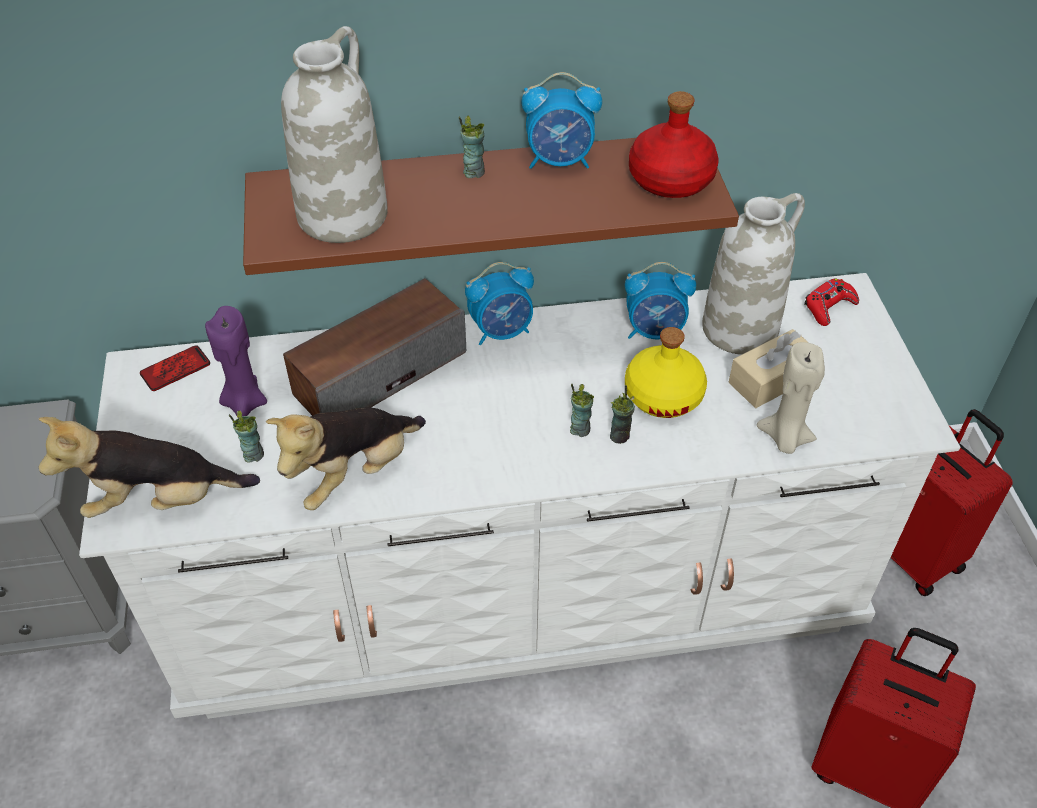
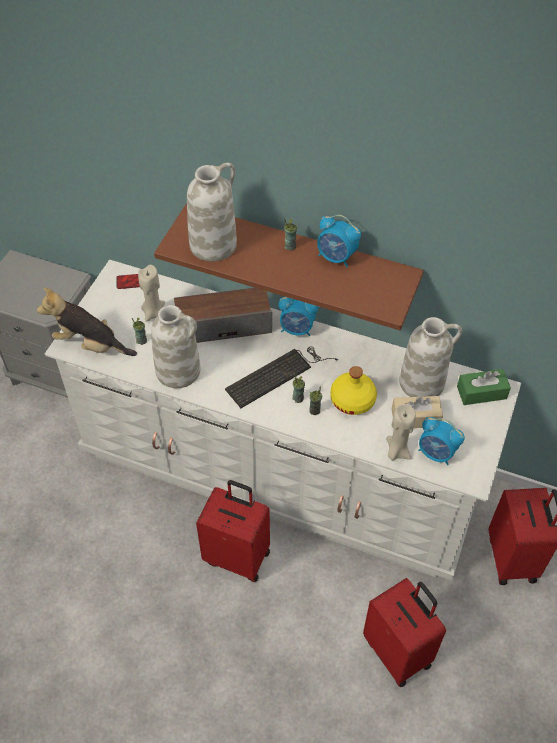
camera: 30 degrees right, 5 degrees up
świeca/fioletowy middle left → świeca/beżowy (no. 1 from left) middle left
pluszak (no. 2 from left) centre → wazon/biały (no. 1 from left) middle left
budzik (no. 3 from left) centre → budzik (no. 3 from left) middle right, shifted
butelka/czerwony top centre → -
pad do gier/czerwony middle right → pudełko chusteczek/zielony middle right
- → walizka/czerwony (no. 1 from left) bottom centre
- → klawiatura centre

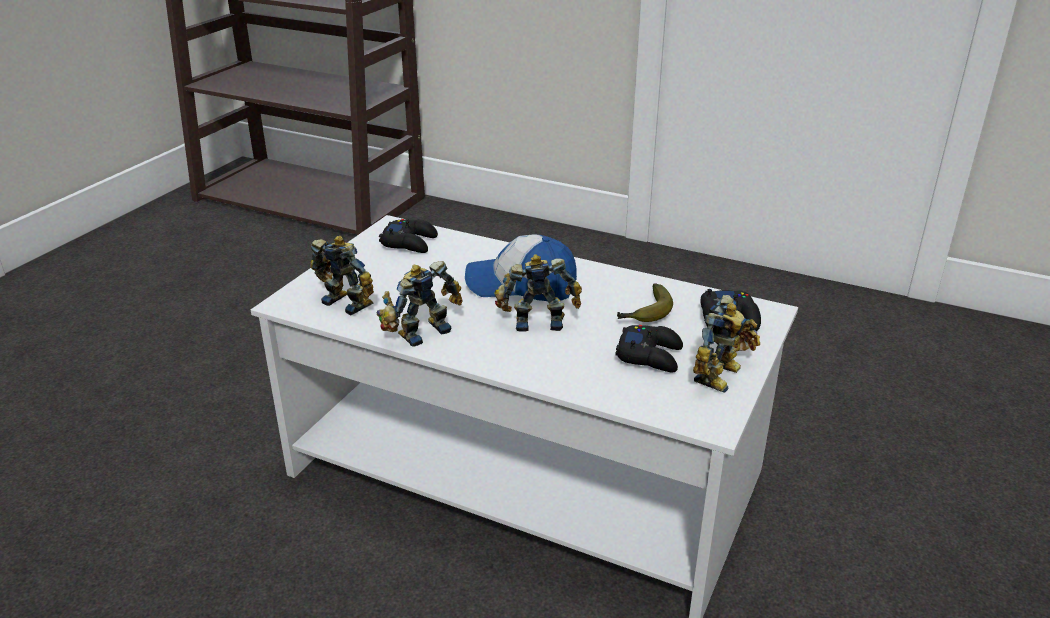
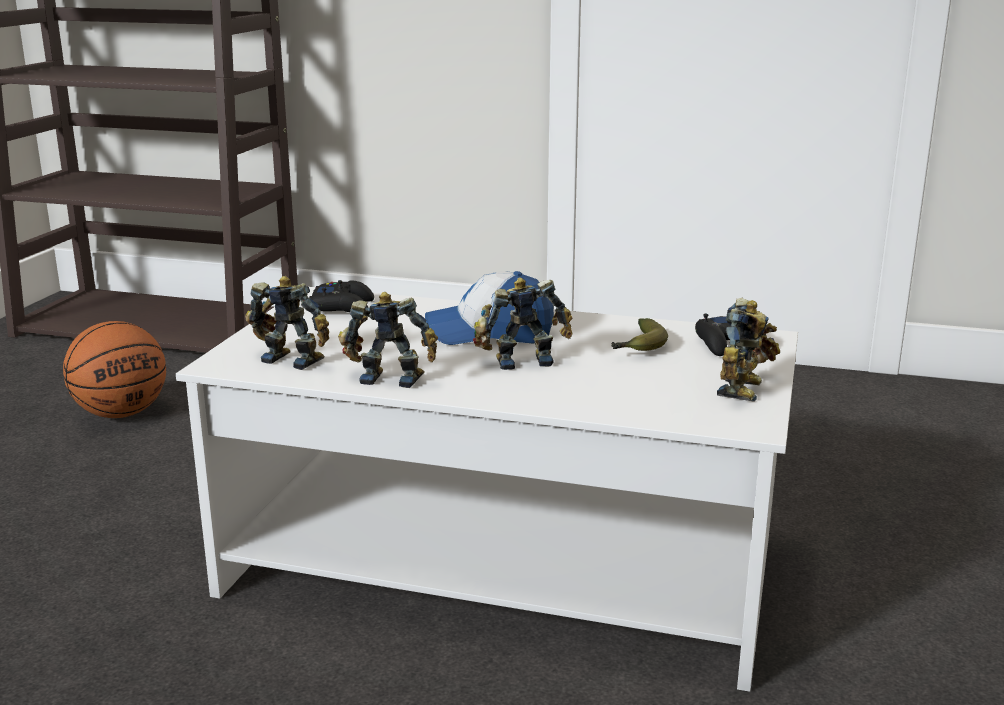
camera: 10 degrees left, 10 degrees down
robot zabawkowy (no. 2 from left) centre, 60 degrees clockwise
pad do gier/czarny (no. 2 from left) centre → -
- → piłka do koszykówki middle left

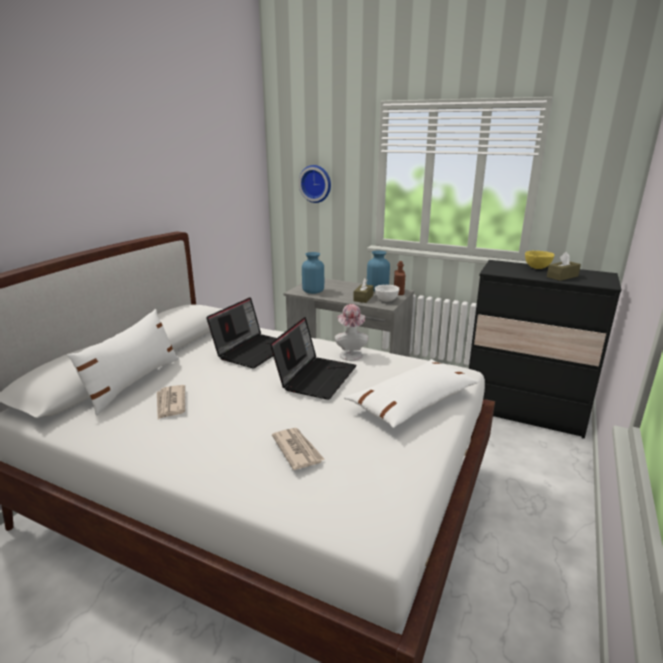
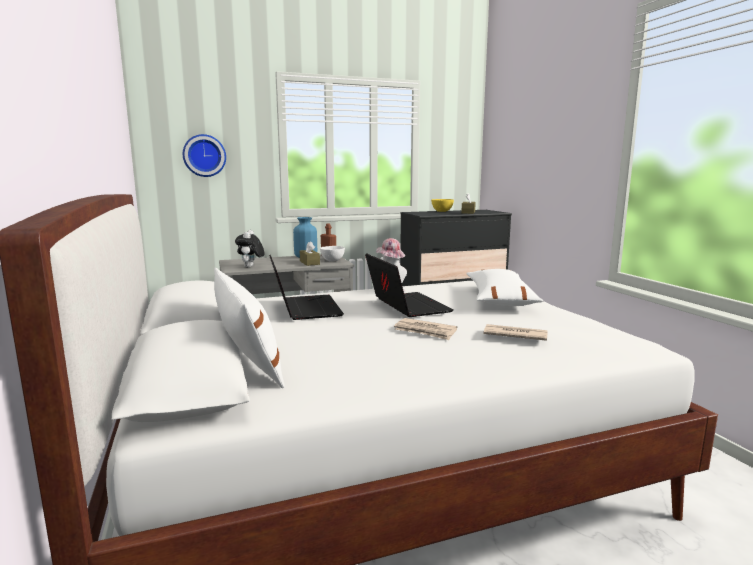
camera: 45 degrees left, 10 degrees down
gazeta (no. 1 from left) middle left → gazeta (no. 1 from left) centre, shifted
wazon/niebieski (no. 1 from left) centre → pluszak middle left

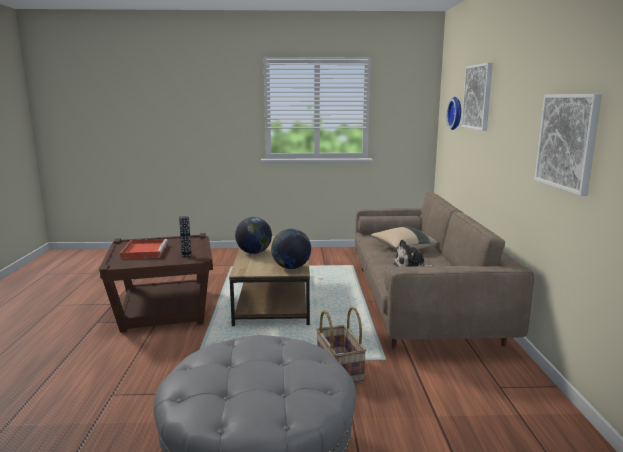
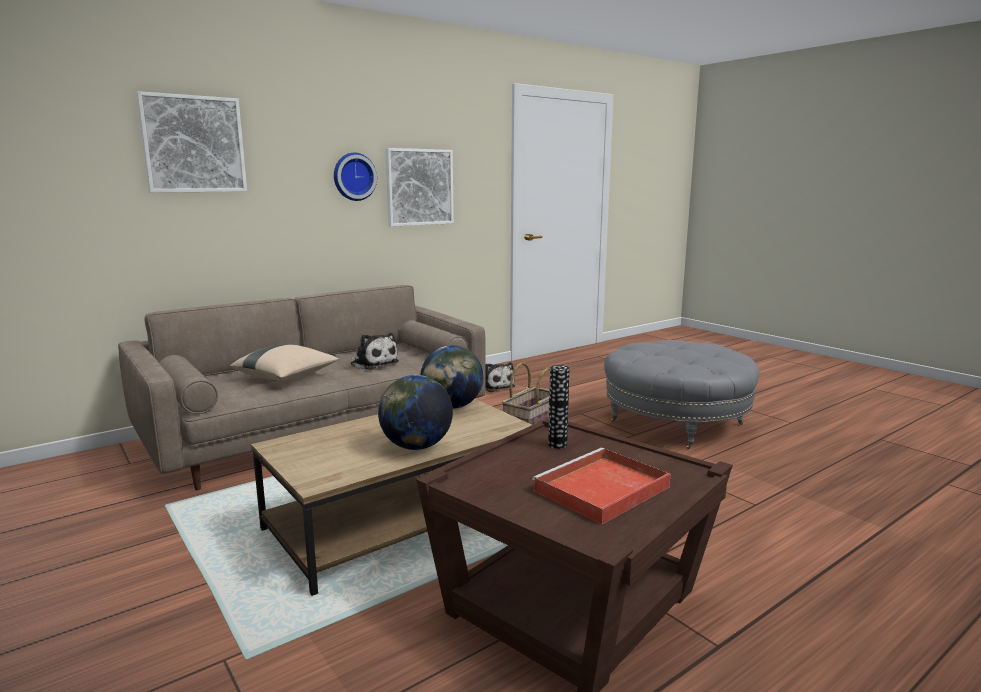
camera: 125 degrees left, 0 degrees up
zegar ścienny top right → zegar ścienny top centre, shifted
- → pluszak (no. 2 from left) centre

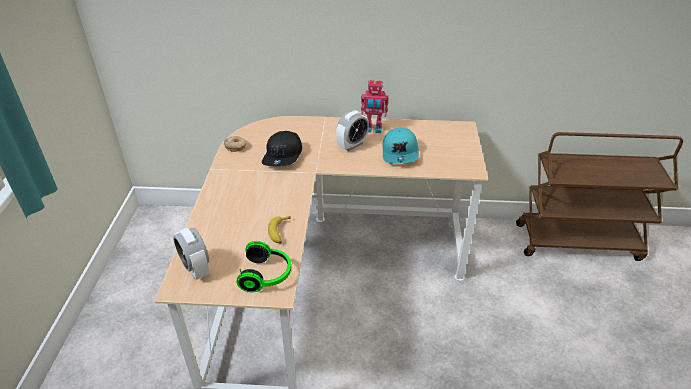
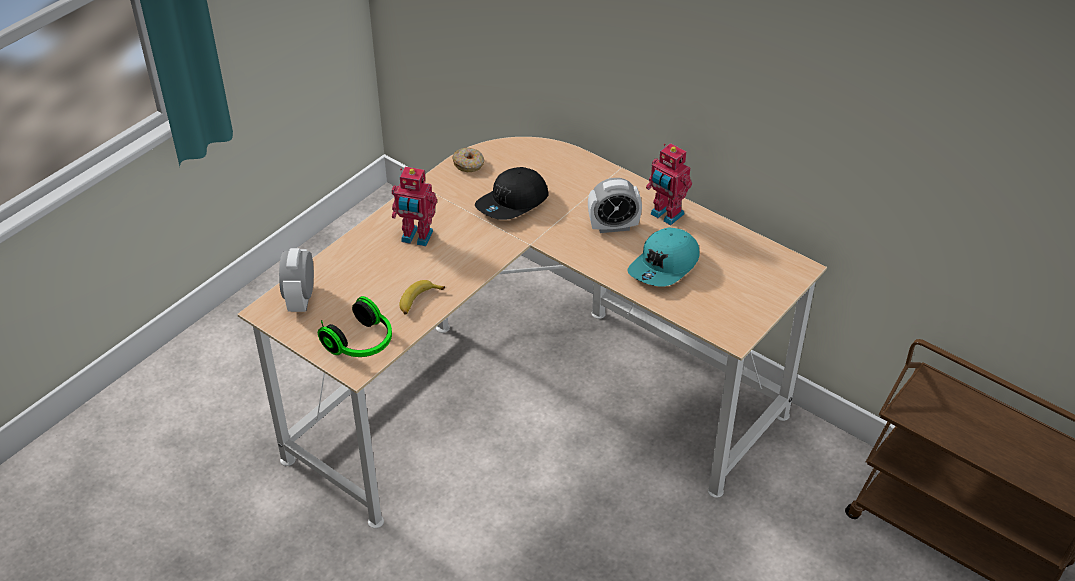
camera: 35 degrees right, 5 degrees up
- → robot zabawkowy (no. 1 from left) centre

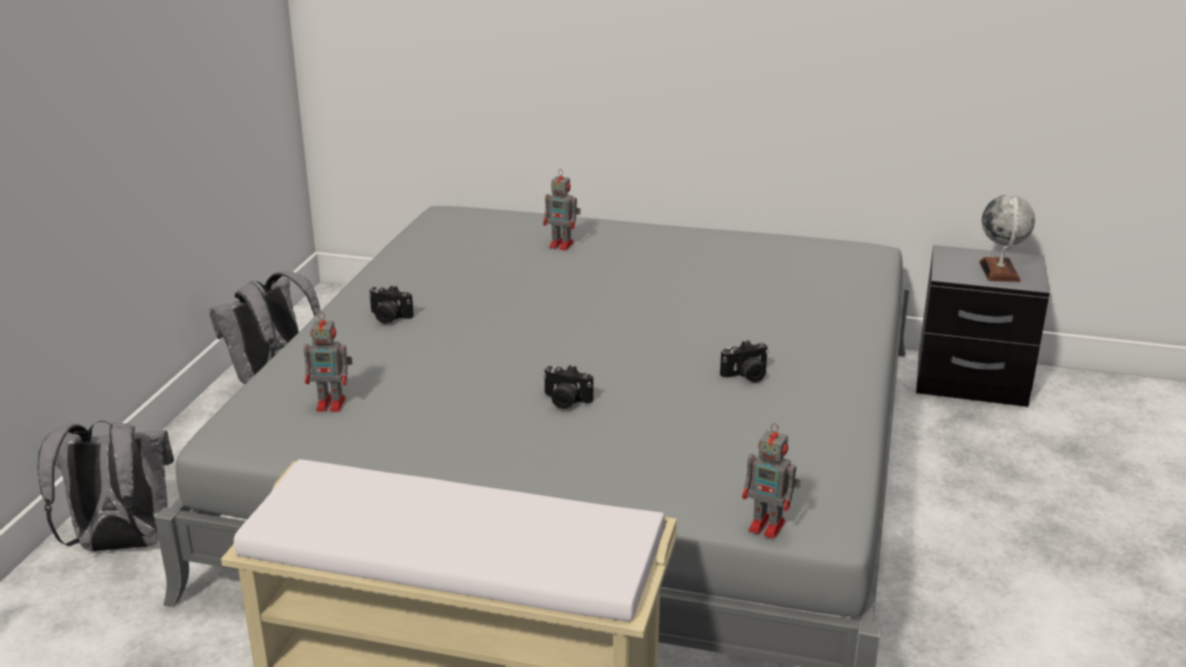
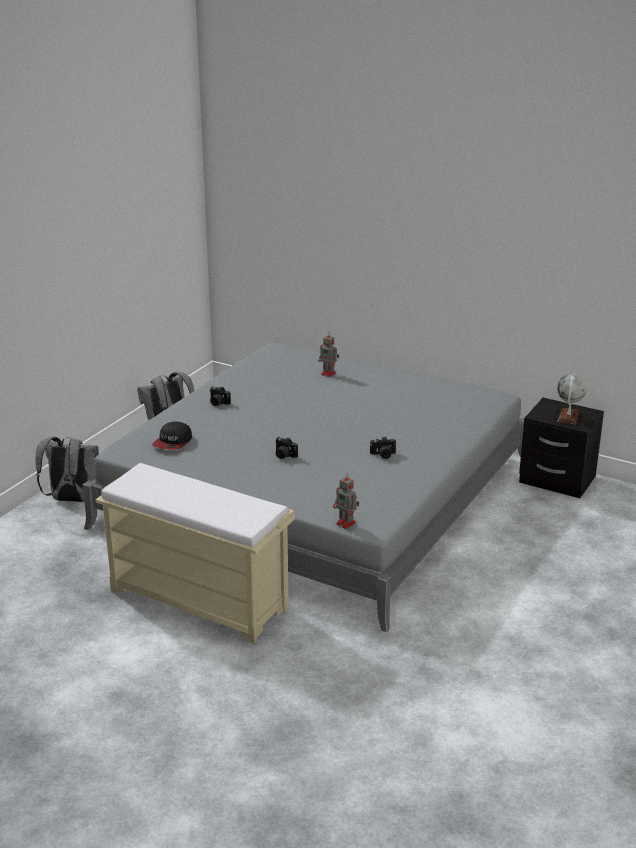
camera: 15 degrees right, 0 degrees up
robot zabawkowy (no. 1 from left) middle left → czapka z daszkiem middle left

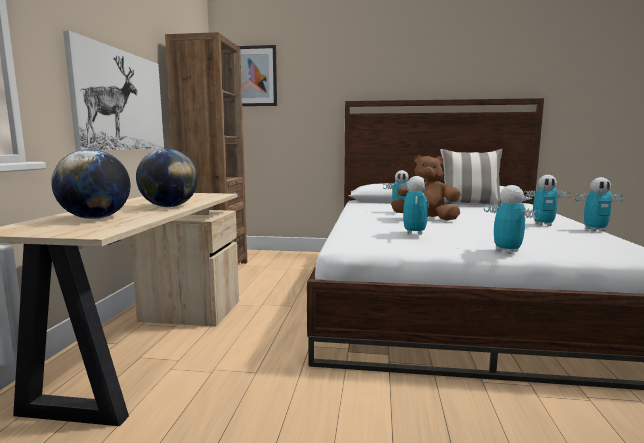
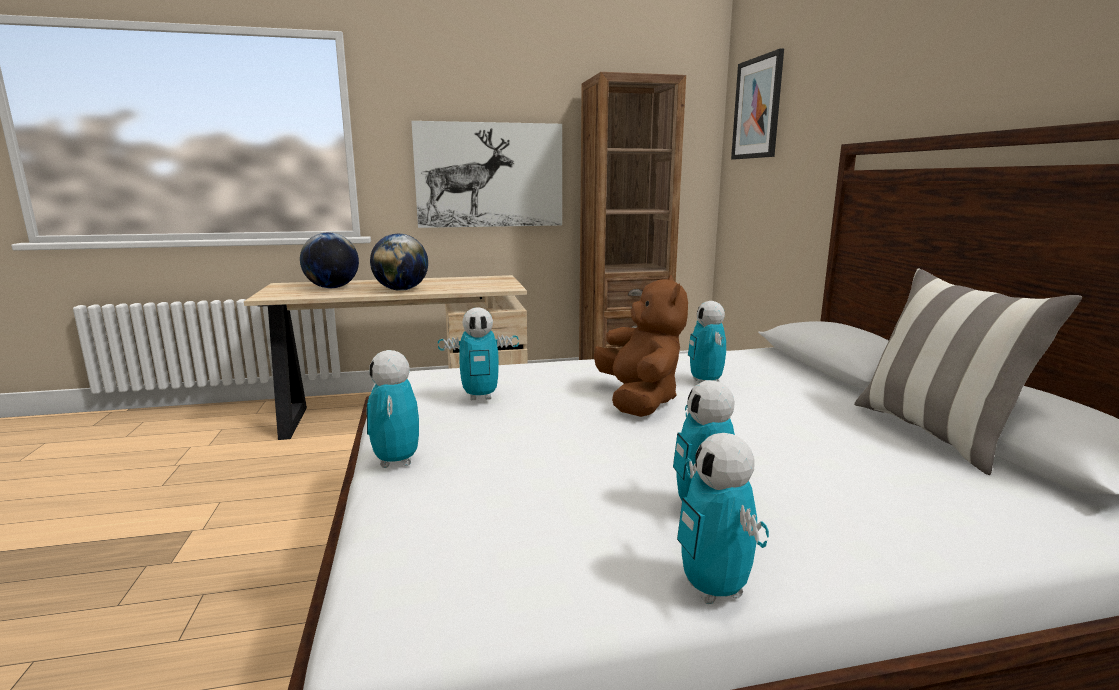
camera: 70 degrees right, 5 degrees up
robot zabawkowy (no. 3 from left in the first image) middle right → robot zabawkowy (no. 1 from left) centre, 135 degrees clockwise

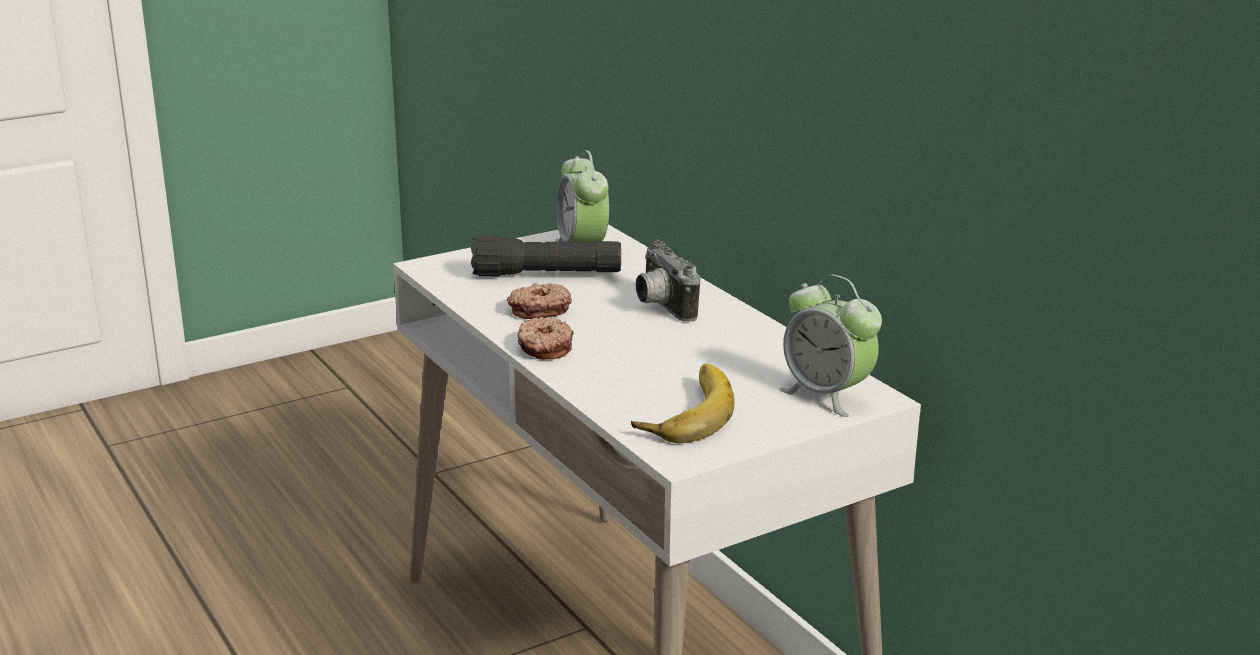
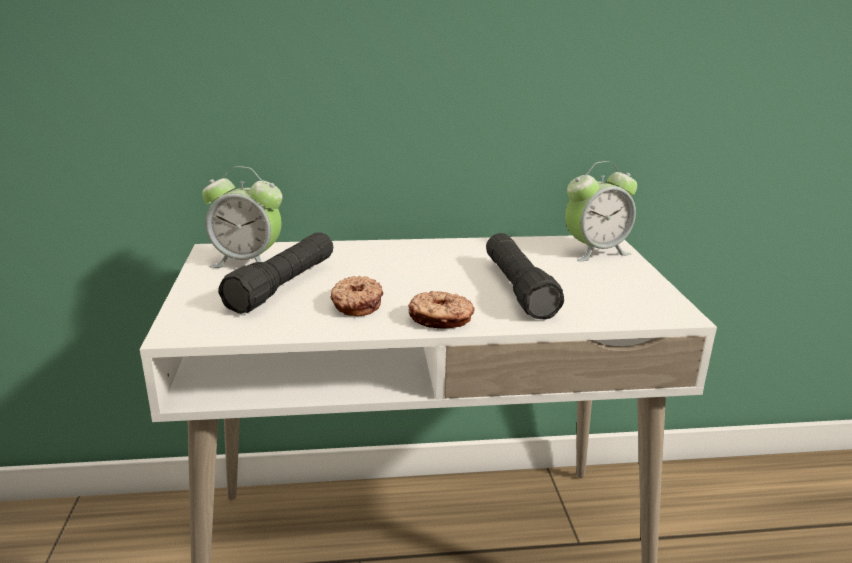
camera: 65 degrees left, 0 degrees up
banan centre → -
aparat fotograficzny centre → -
- → latarka/czarny (no. 2 from left) centre

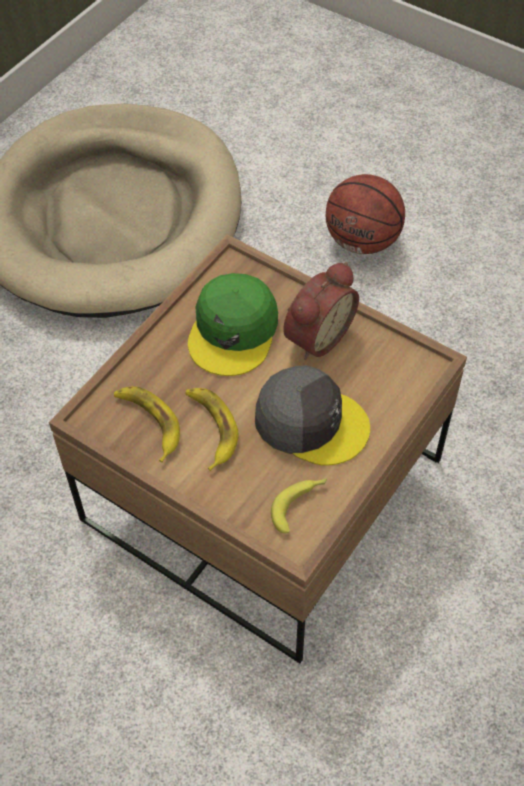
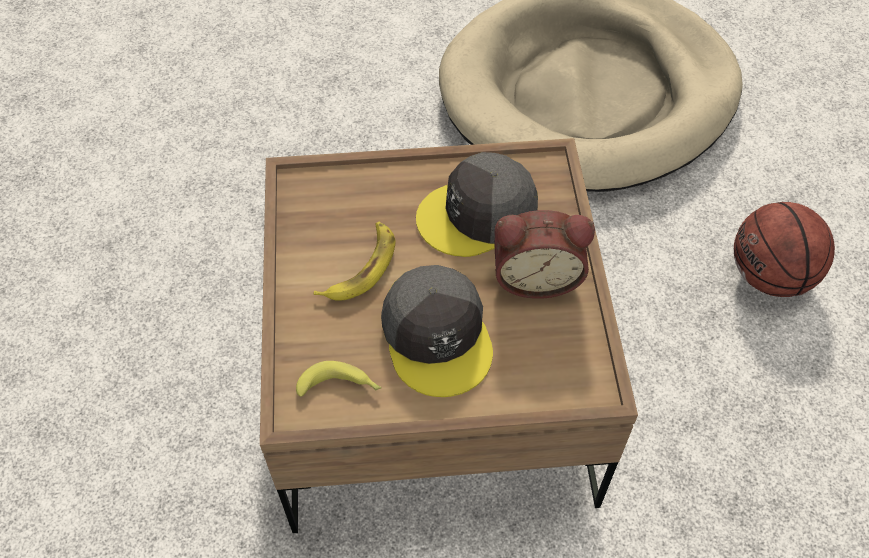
camera: 50 degrees right, 0 degrees up
banan (no. 1 from left) middle left → -
czapka z daszkiem/zielony centre → czapka z daszkiem/szary (no. 2 from left) centre

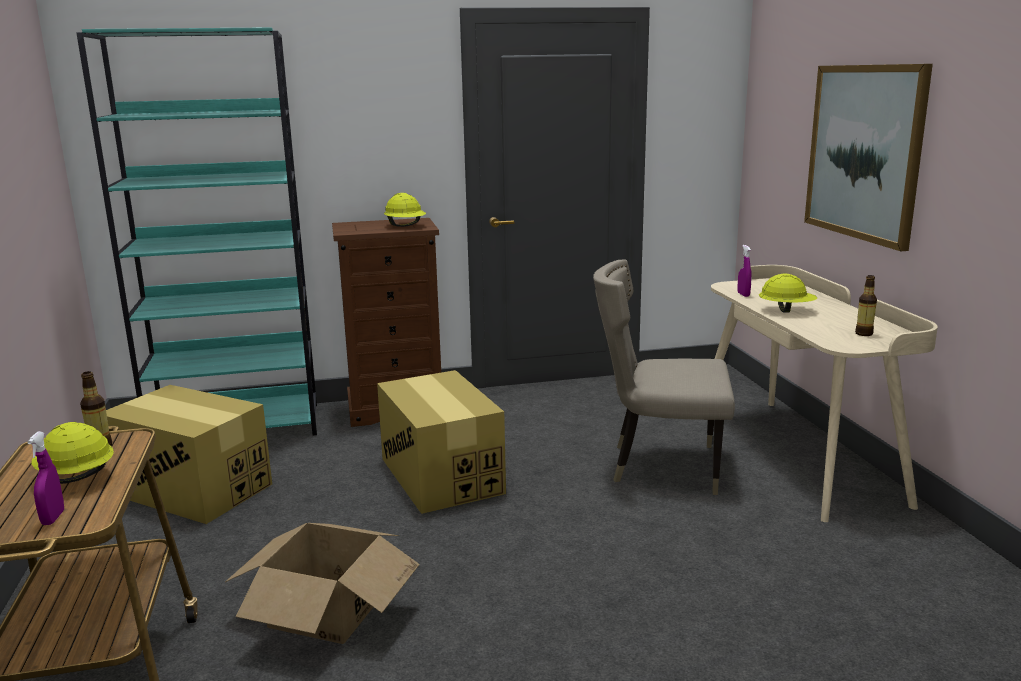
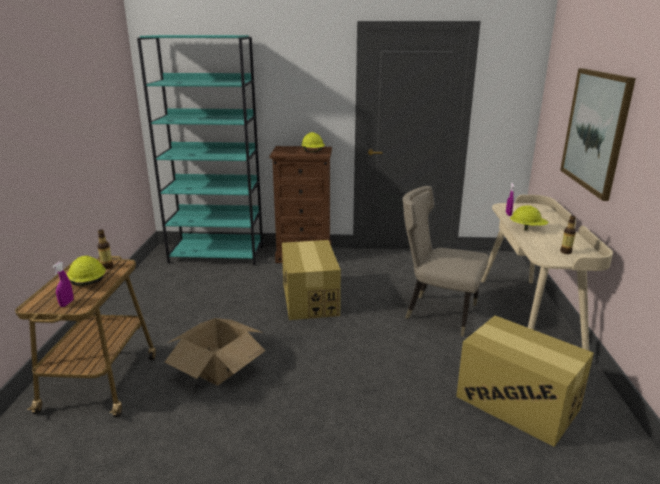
camera: 15 degrees right, 5 degrees up
karton (no. 1 from left in the first image) bottom left → karton (no. 3 from left) bottom right, shifted

